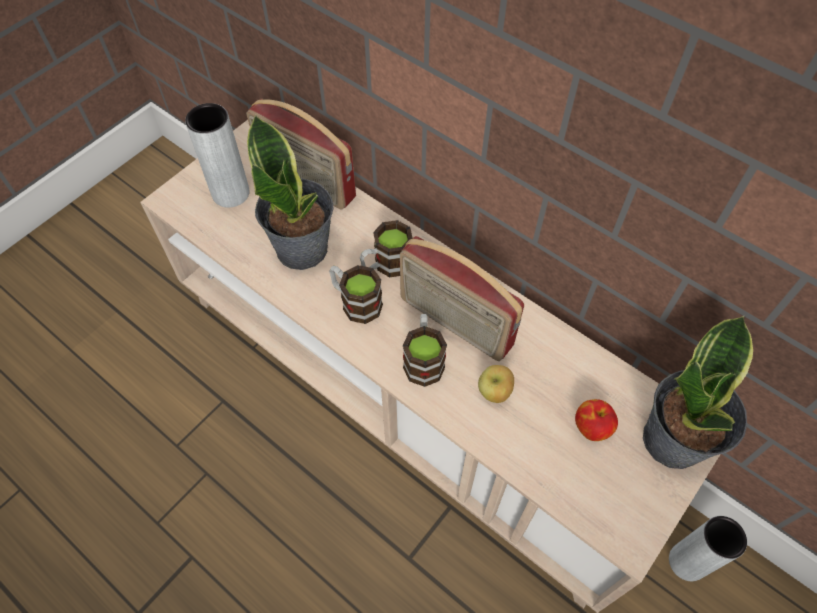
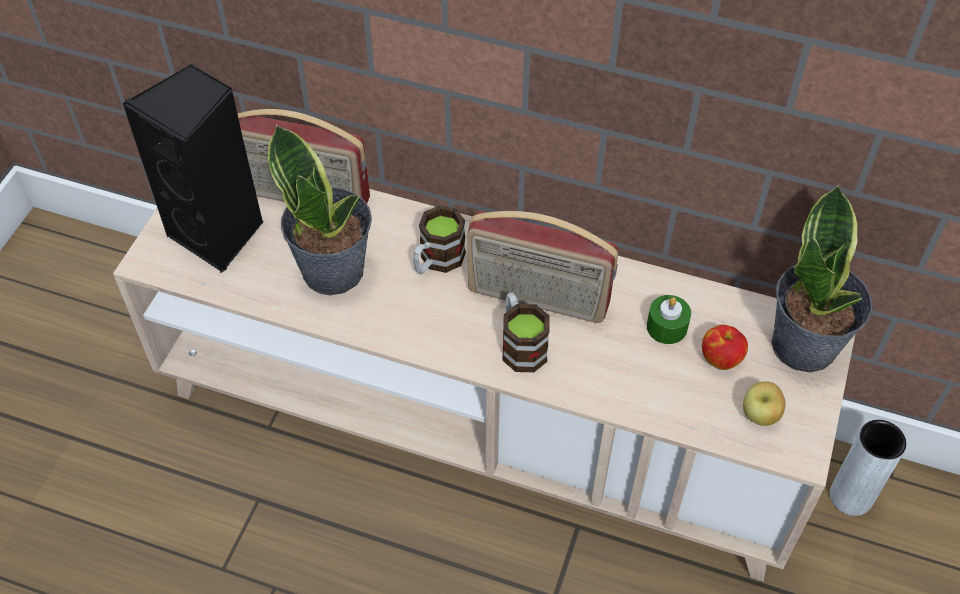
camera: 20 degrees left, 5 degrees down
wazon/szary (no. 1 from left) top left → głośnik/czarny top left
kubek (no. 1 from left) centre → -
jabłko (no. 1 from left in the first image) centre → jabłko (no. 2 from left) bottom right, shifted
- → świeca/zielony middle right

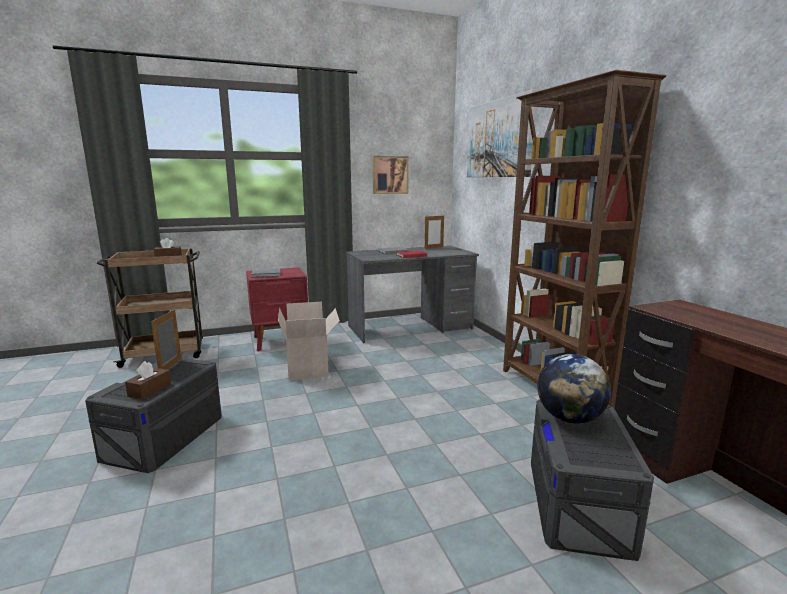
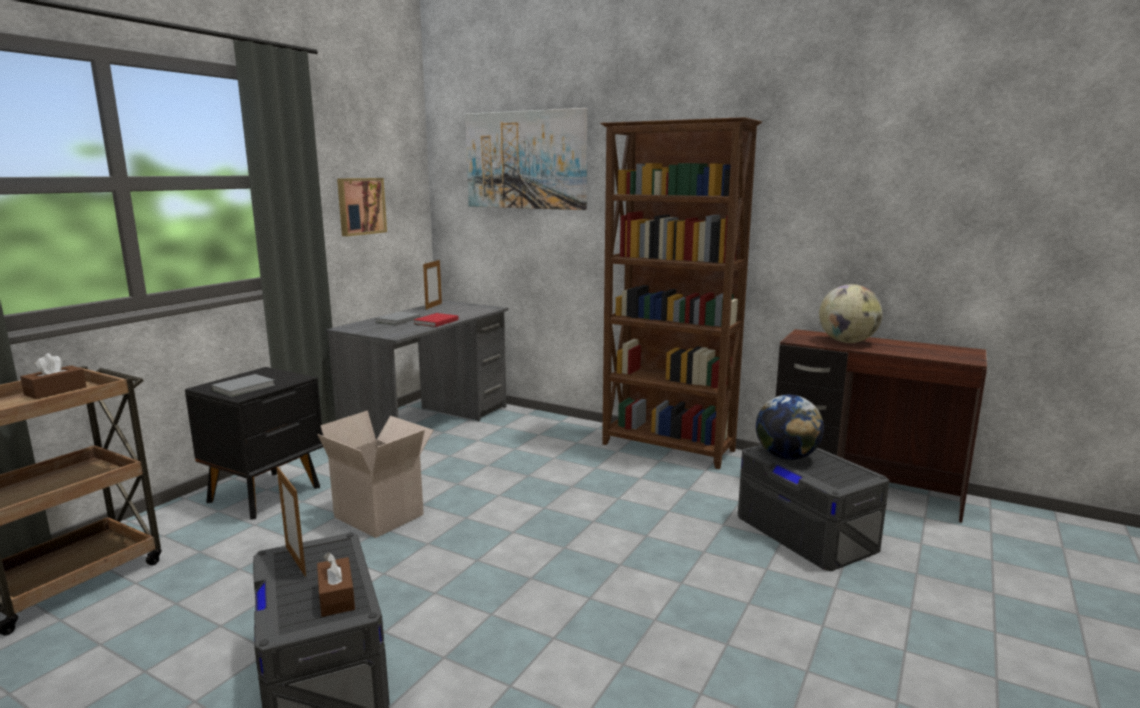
camera: 40 degrees left, 0 degrees up
szafka nocna/czerwony centre → szafka nocna/czarny middle left
- → globus (no. 2 from left) middle right

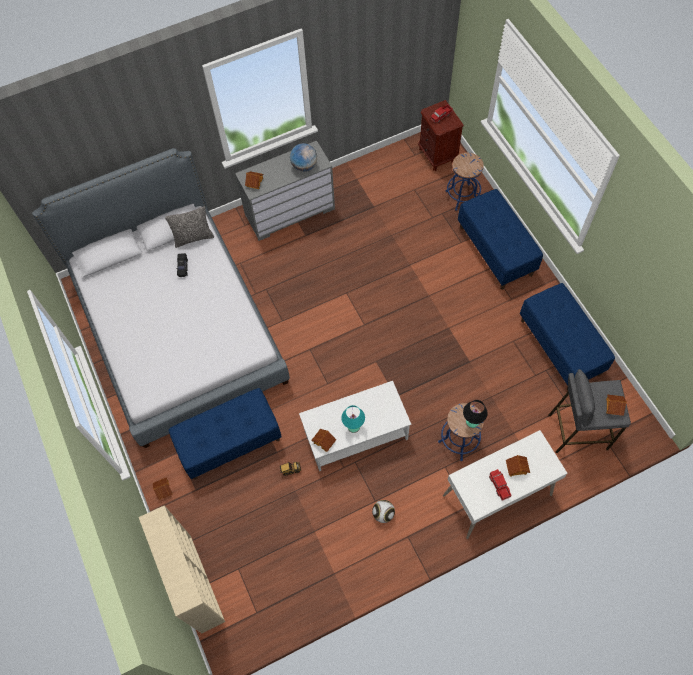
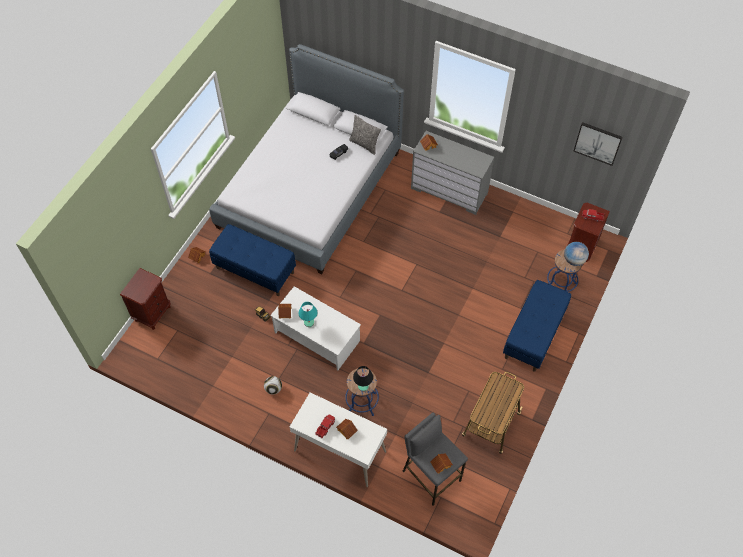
camera: 50 degrees right, 5 degrees down
regał/beżowy bottom left → szafka nocna/brązowy (no. 1 from left) middle left
globus top centre → globus middle right, shifted
ławka/niebieski (no. 3 from left) middle right → wózek bottom centre
- → obraz top right

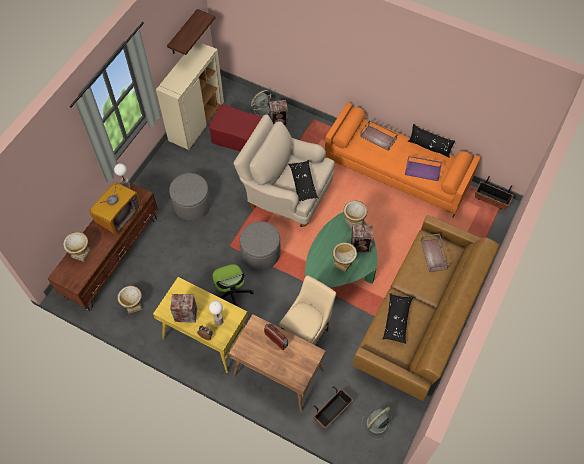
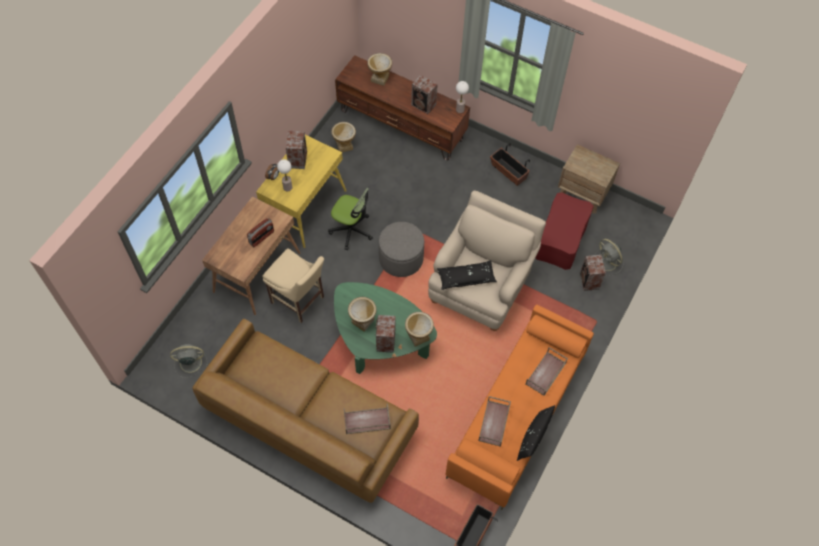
camera: 90 degrees right, 0 degrees up
telewizor middle left → głośnik (no. 3 from left) top centre
szafka/beżowy top left → szafka nocna/brązowy top right
półka top left → -
pufa/szary (no. 1 from left) middle left → -
krzesło biurowe centre, 135 degrees counterclockwise
donica (no. 1 from left in the first image) bottom centre → donica (no. 2 from left) top centre, shifted
wentylator/szary (no. 2 from left in the first image) bottom centre → wentylator/szary (no. 1 from left) middle left, 60 degrees counterclockwise
poduszka/czarny (no. 2 from left) bottom right → -
taca/fioletowy middle right → taca/brązowy (no. 2 from left) bottom centre

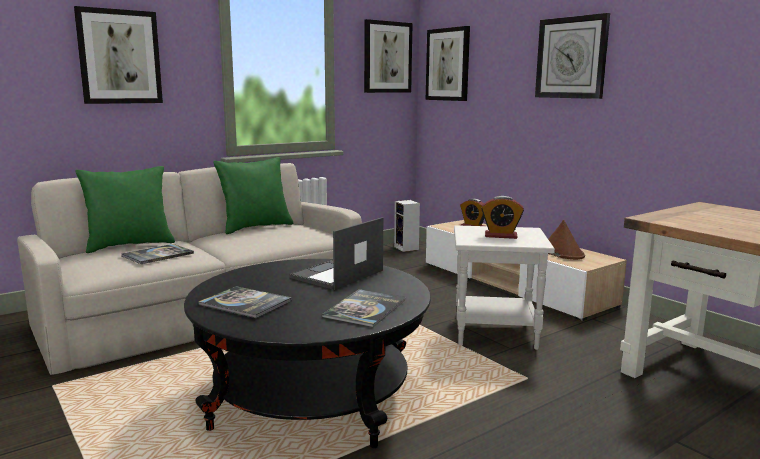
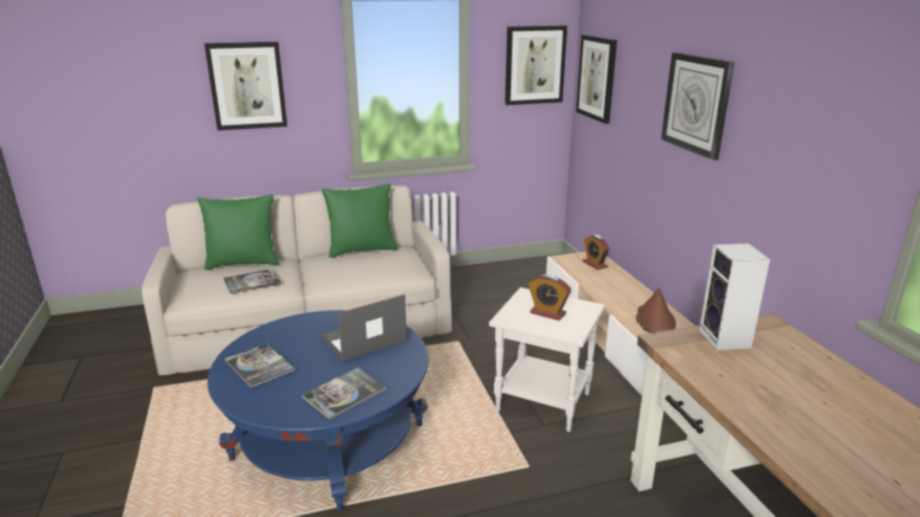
camera: 20 degrees right, 10 degrees up
ława/czarny bottom centre → ława/niebieski bottom centre
głośnik centre → głośnik middle right, shifted

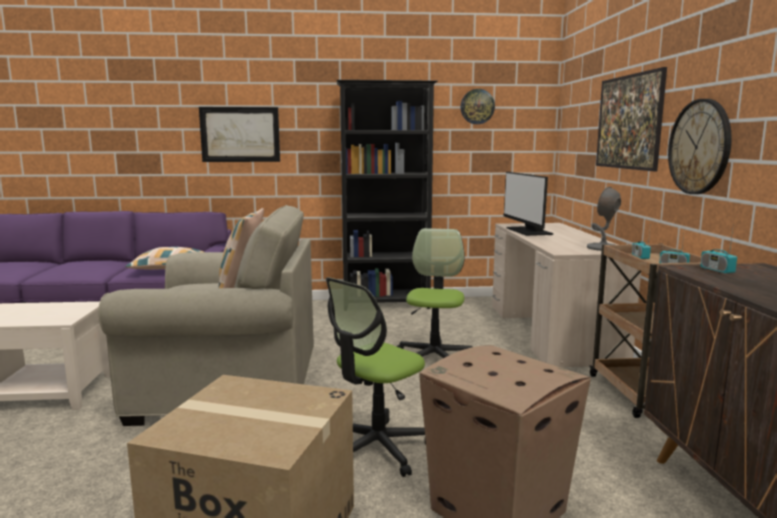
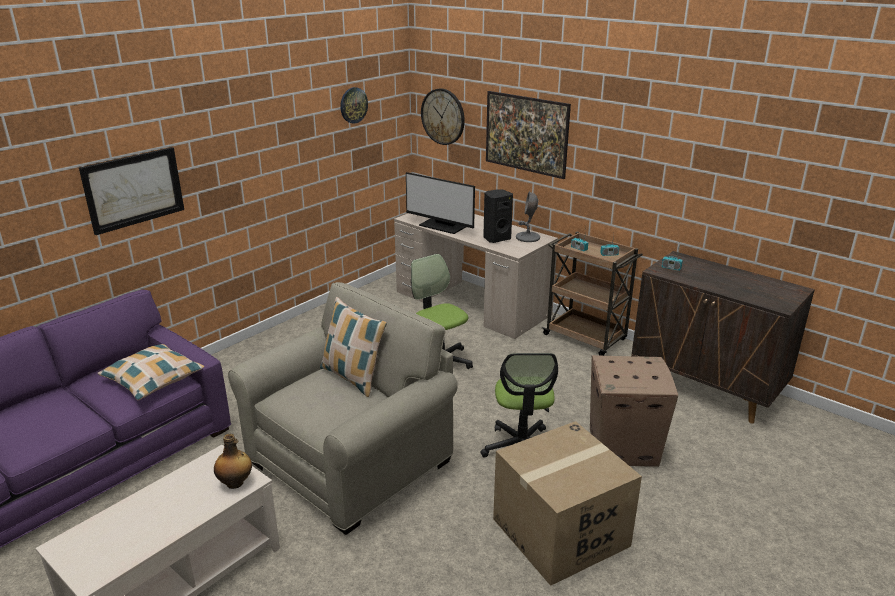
camera: 45 degrees left, 15 degrees up
regał/czarny centre → -
zegar ścienny (no. 2 from left) top right → zegar ścienny (no. 2 from left) top centre, shifted
- → butelka bottom left
- → głośnik/czarny centre

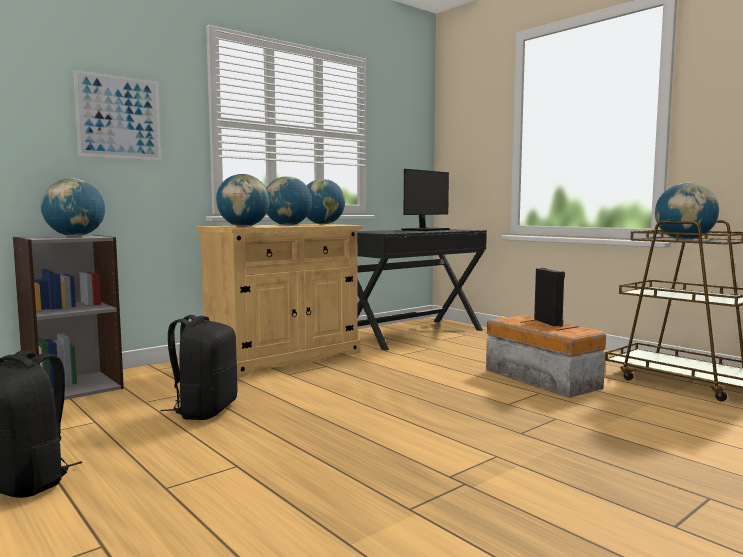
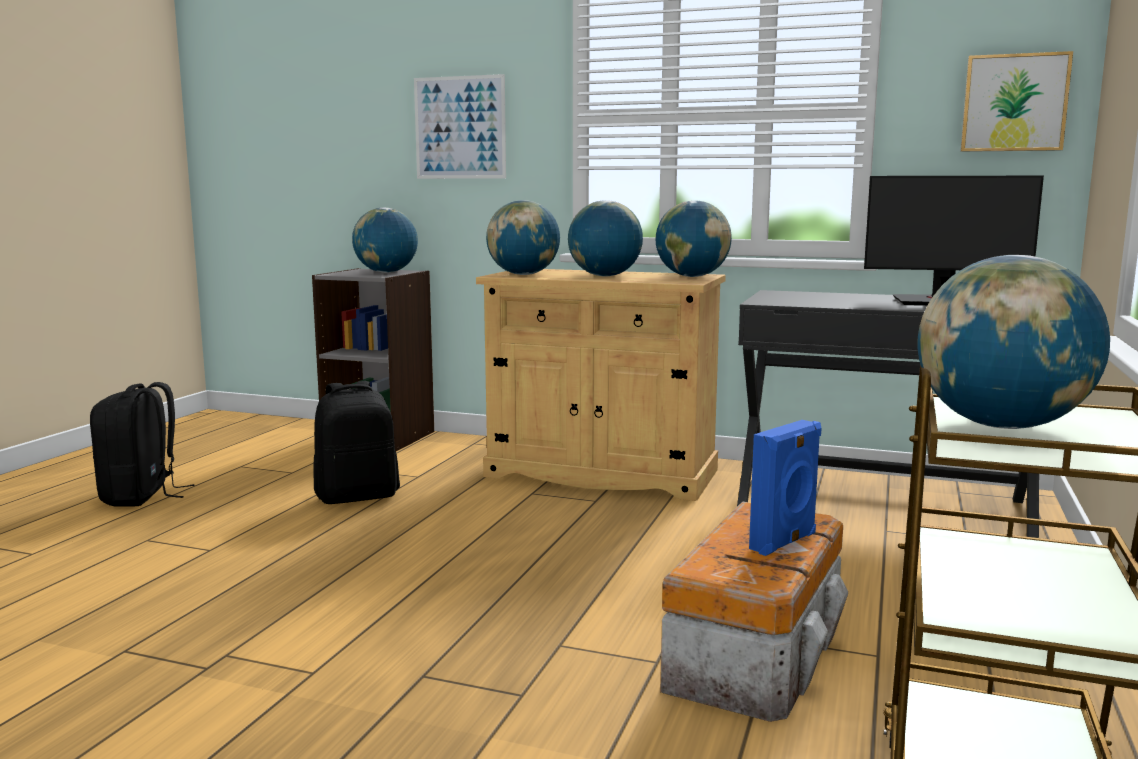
camera: 60 degrees right, 5 degrees up
głośnik/czarny middle right → głośnik/niebieski middle right
- → obraz (no. 2 from left) top right

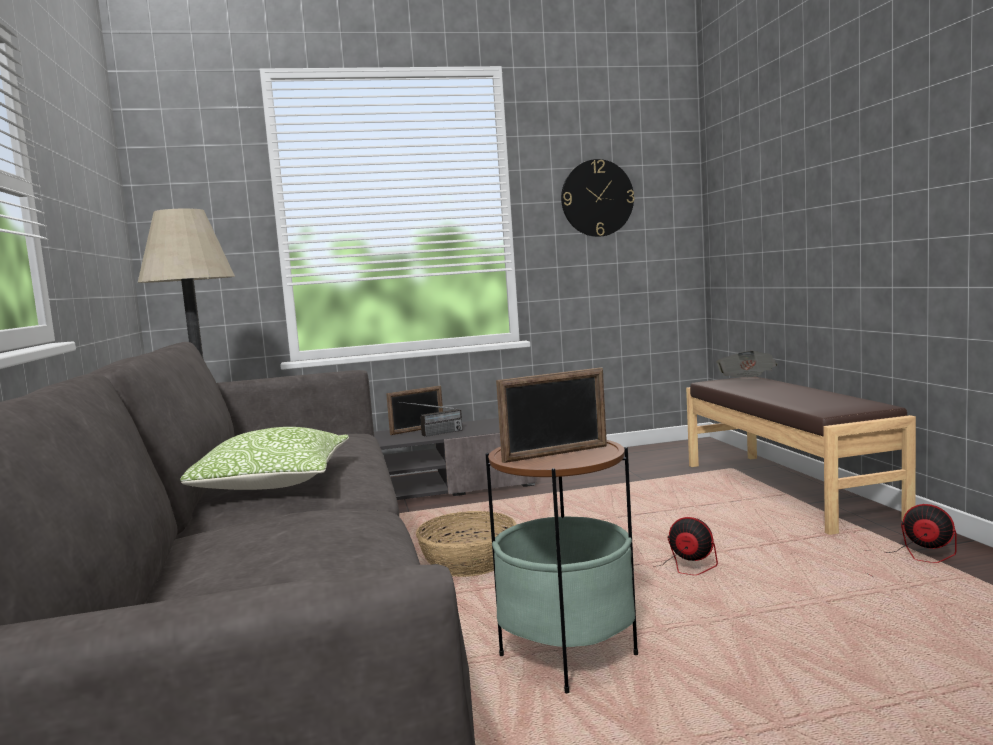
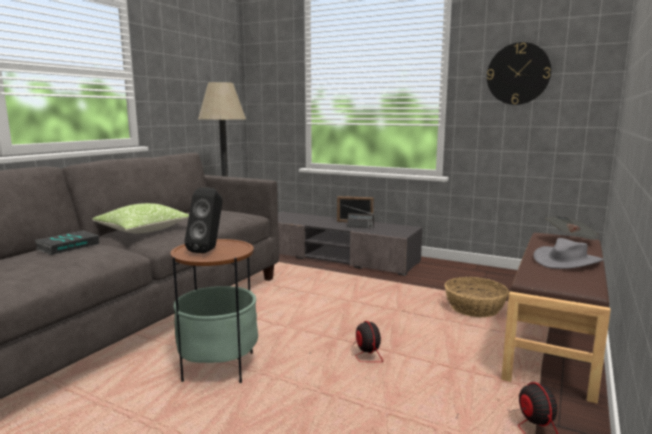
camera: 40 degrees right, 5 degrees up
koszyk bottom centre → koszyk bottom right, shifted
ramka na zdjęcie (no. 2 from left) centre → głośnik/czarny middle left
- → książka middle left
- → kapelusz/szary middle right

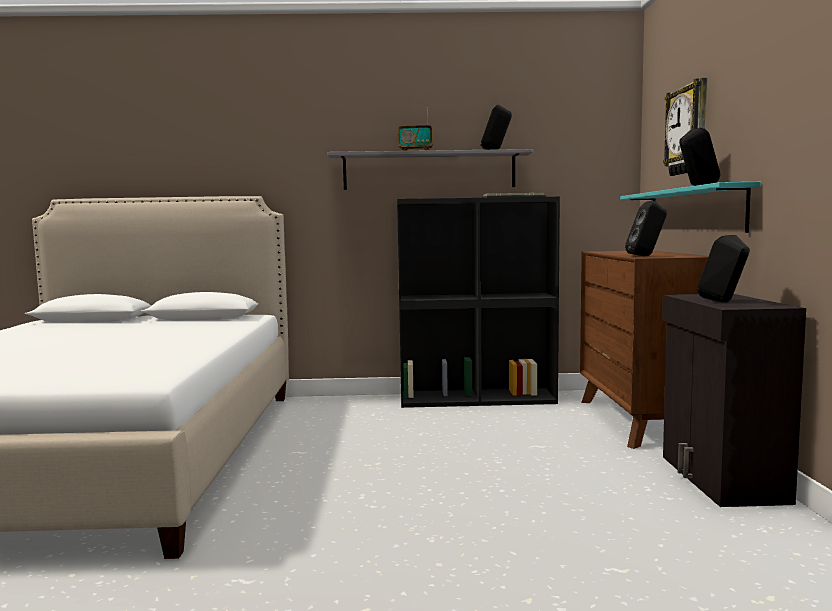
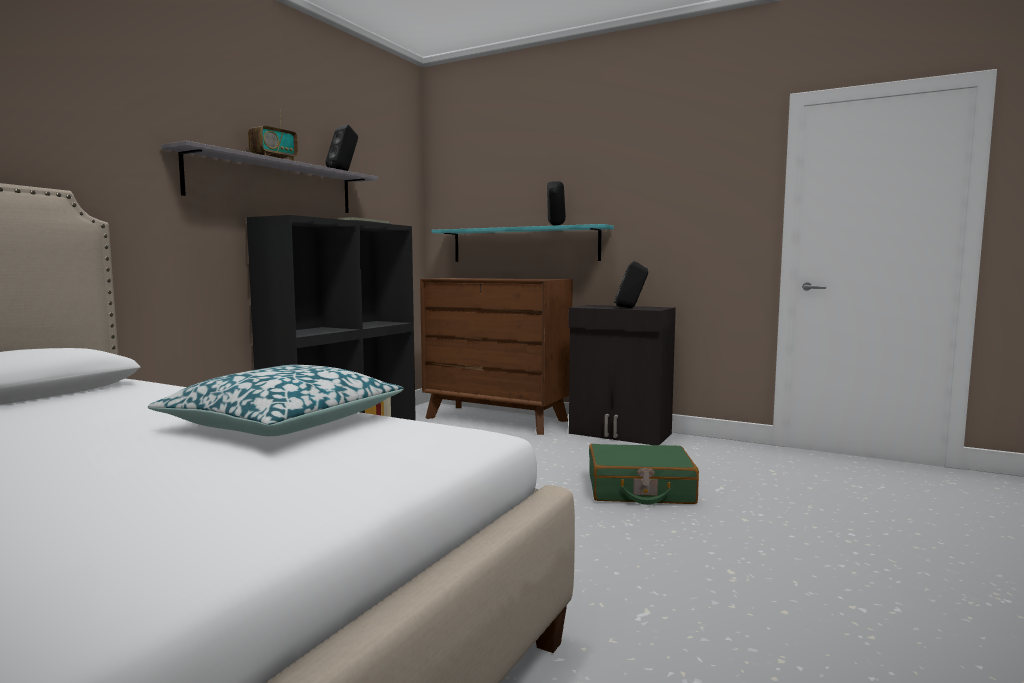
camera: 60 degrees left, 0 degrees up
głośnik/czarny (no. 2 from left) middle right → -
zegar ścienny top right → -
- → poduszka middle left
- → walizka/zielony bottom centre

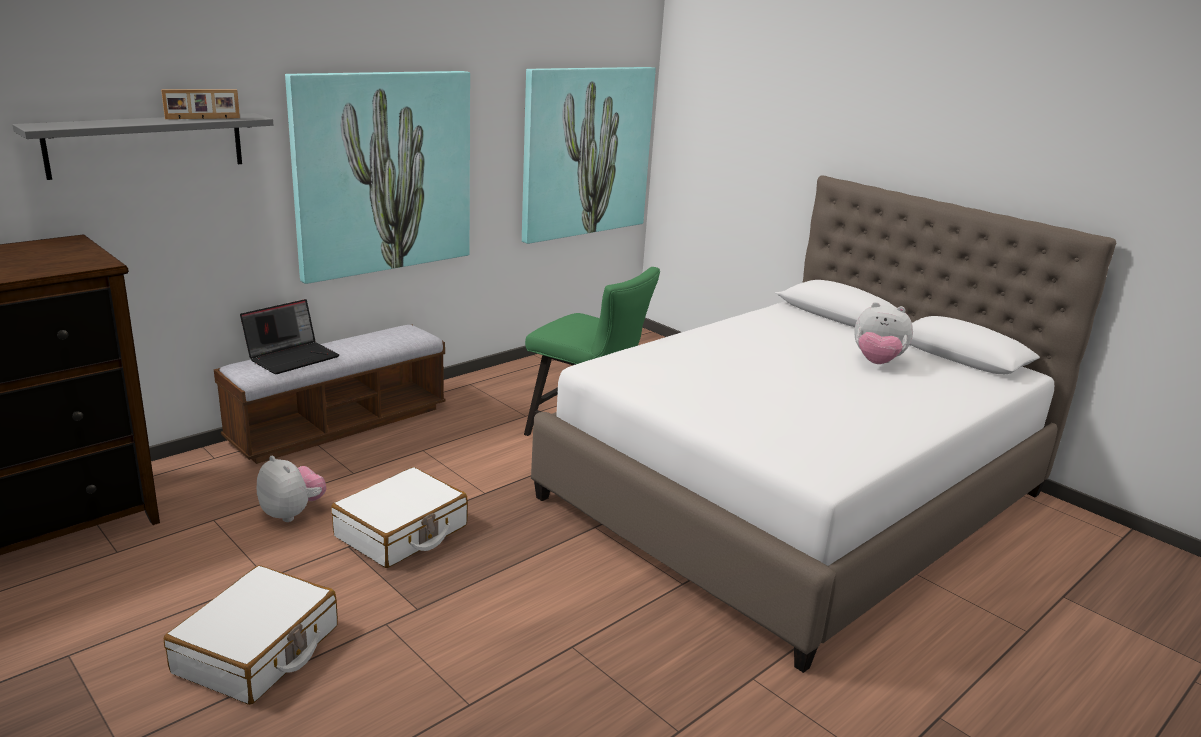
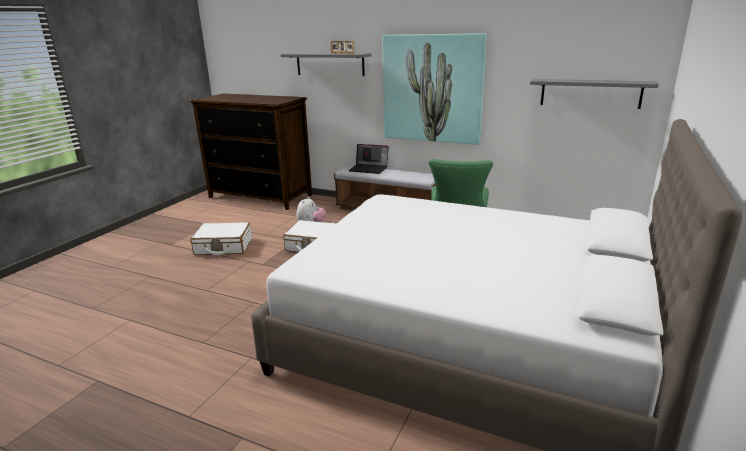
camera: 70 degrees right, 0 degrees up
obraz (no. 2 from left) top centre → półka/szary (no. 2 from left) top right
pluszak (no. 2 from left) middle right → -

